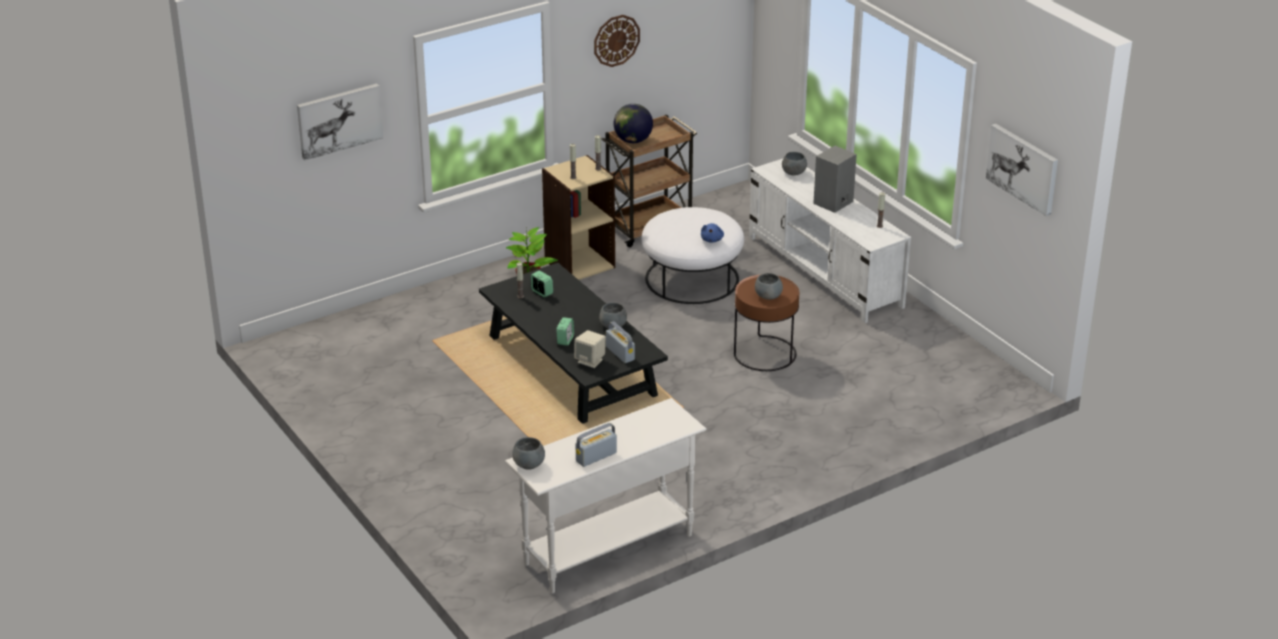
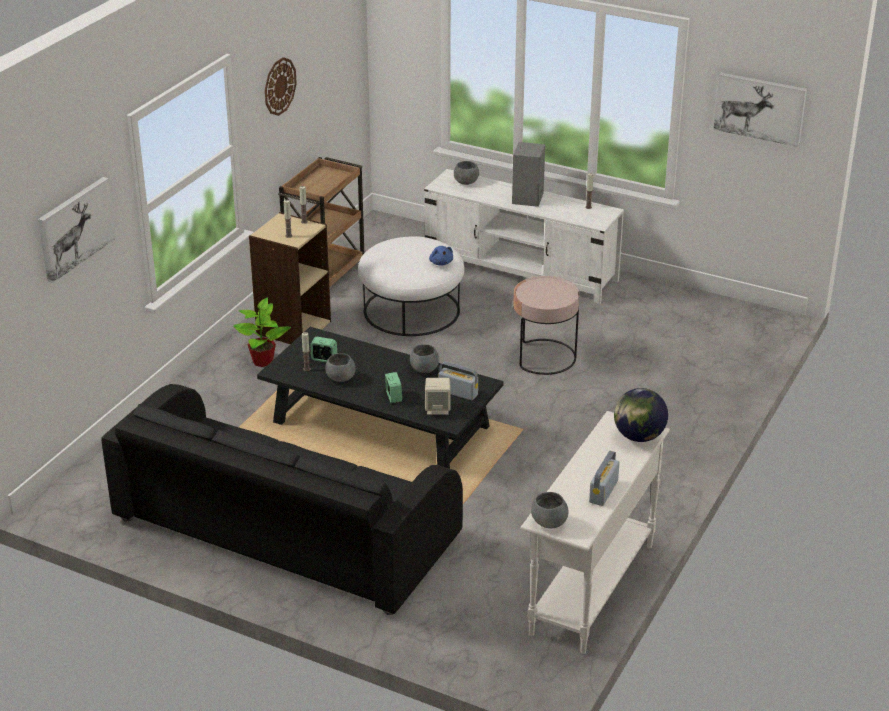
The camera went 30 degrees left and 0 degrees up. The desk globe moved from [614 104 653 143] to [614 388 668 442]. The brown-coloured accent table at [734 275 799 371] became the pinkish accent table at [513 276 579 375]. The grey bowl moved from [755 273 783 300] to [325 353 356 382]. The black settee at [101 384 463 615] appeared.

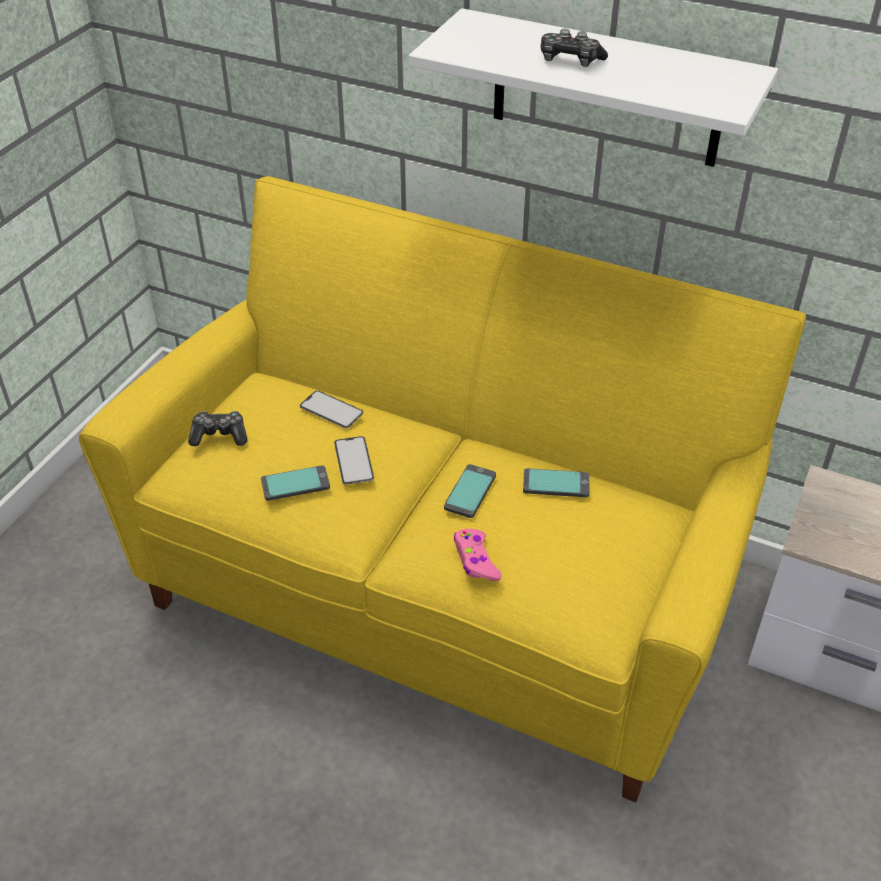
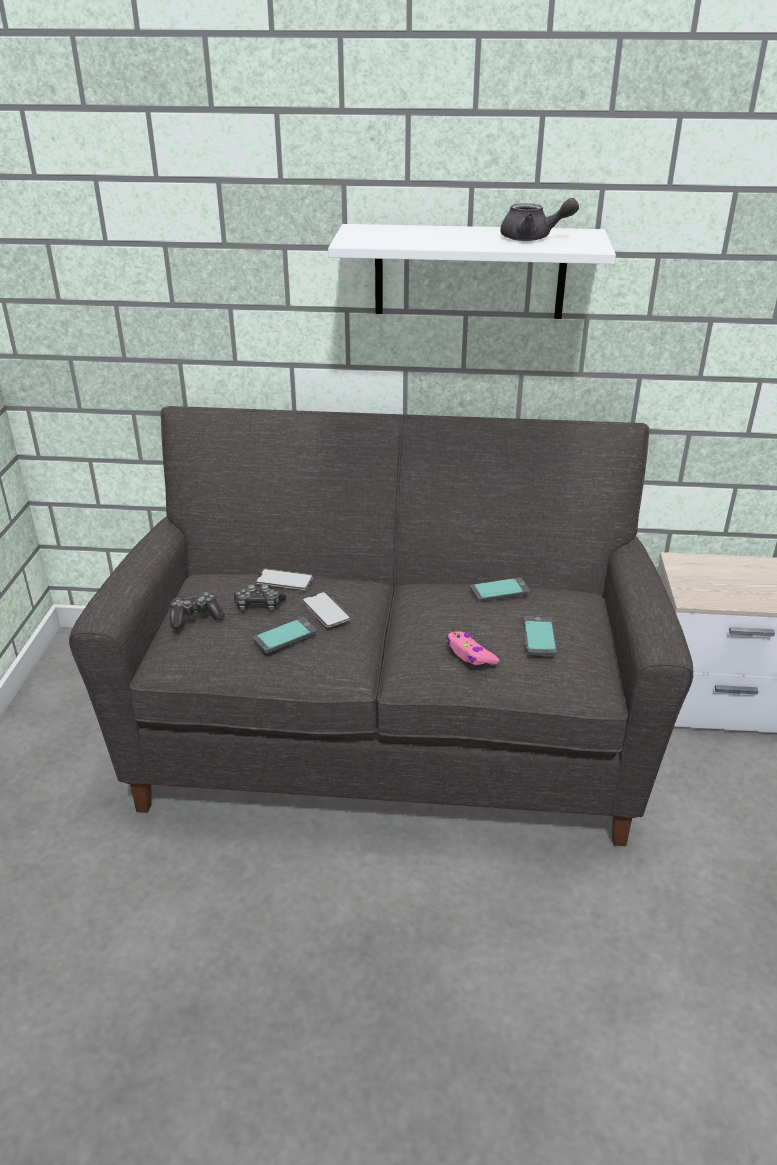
The camera went 20 degrees left and 10 degrees down. The yellow-coloured settee at [79 176 806 802] became the grey settee at [69 406 693 846]. The phone moved from [444 464 496 518] to [524 617 557 656]. The gamepad moved from [541 29 608 67] to [234 584 286 611]. The grey pot for tea at [500 198 579 241] appeared.

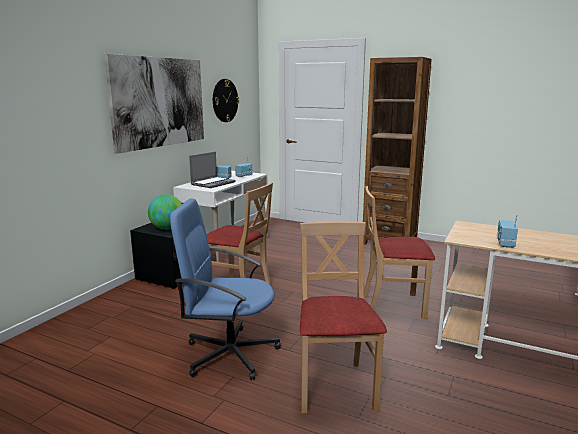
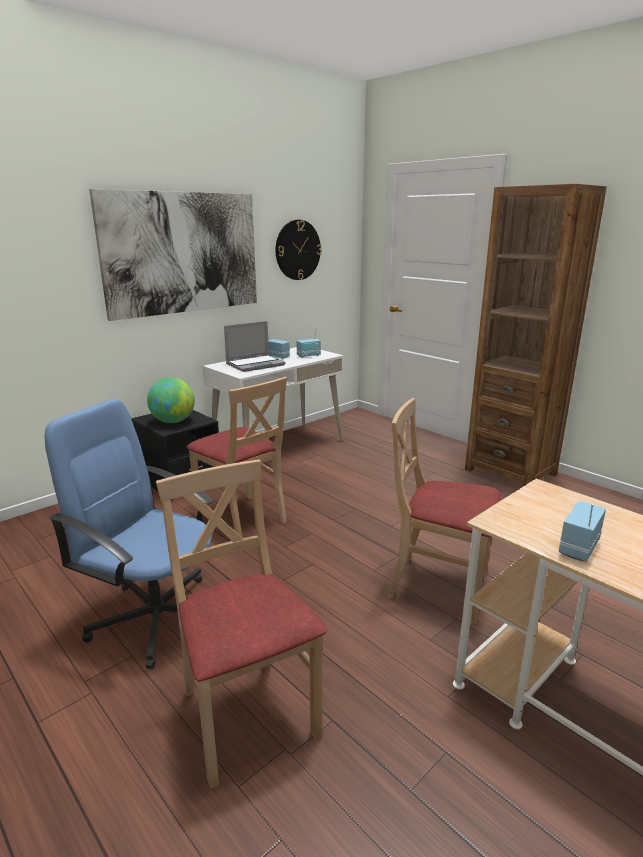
The camera went 20 degrees right and 5 degrees up. The beige-coloured chair at [300 222 387 413] turned 45 degrees counterclockwise.

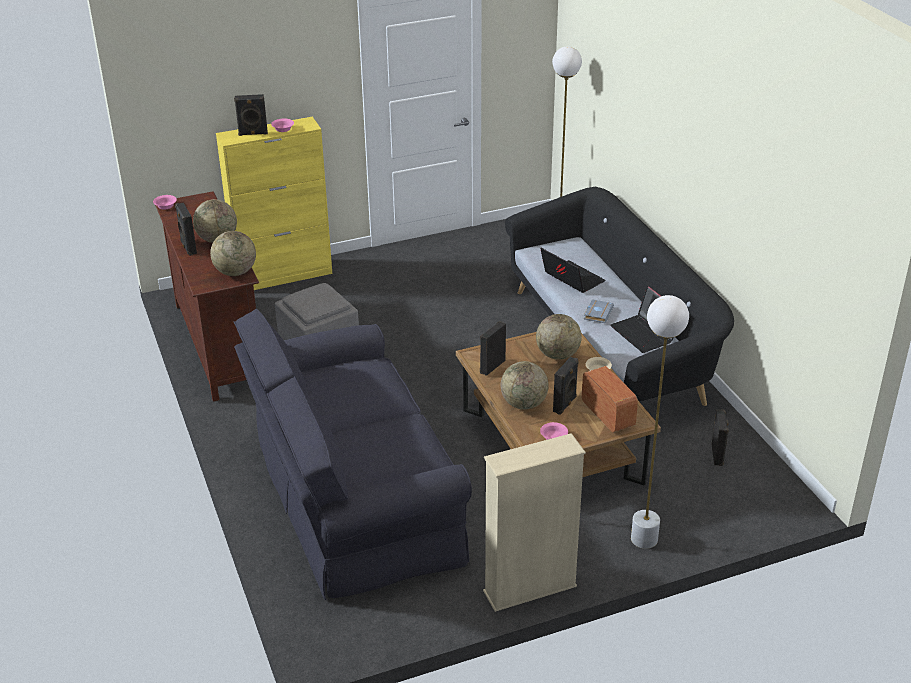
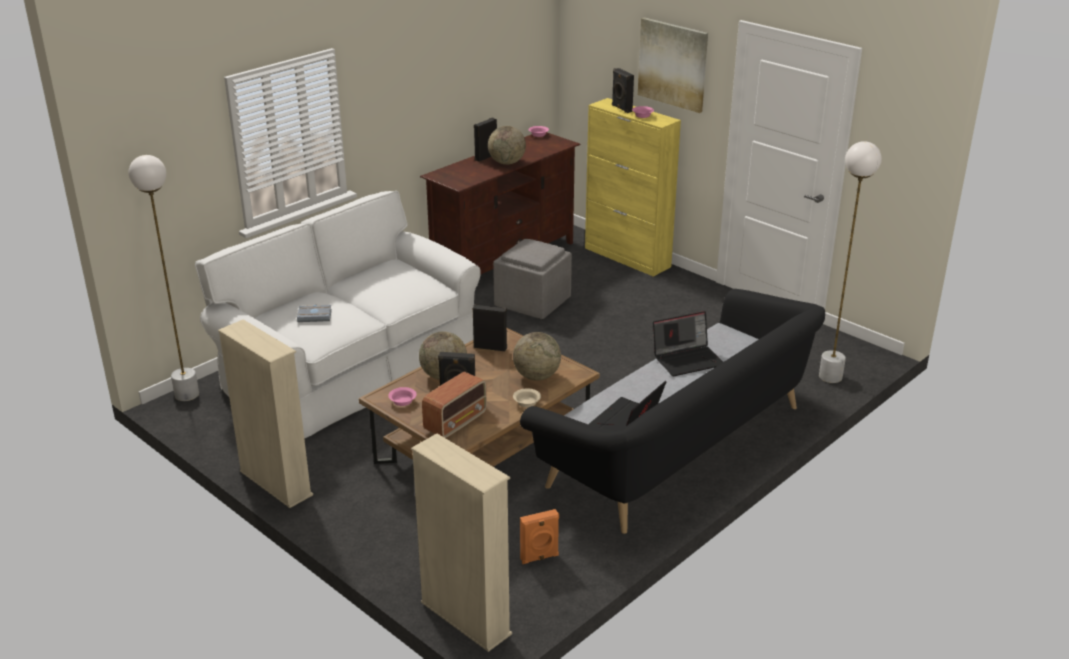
The camera went 65 degrees right and 5 degrees down. The desk globe at [210 231 256 276] disappeared. The black settee at [234 309 472 600] became the white-coloured settee at [195 191 481 439]. The notebook computer at [540 248 606 293] turned 45 degrees clockwise. The grey book moved from [584 299 614 323] to [297 305 332 322]. The white-coloured floor lamp moved from [631 295 689 549] to [128 155 199 401]. The black loudspeaker at [712 409 729 466] became the orange-coloured loudspeaker at [520 509 559 564]. The beige-coloured bookshelf at [411 434 512 652] appeared. The picture at [638 18 708 113] appeared.

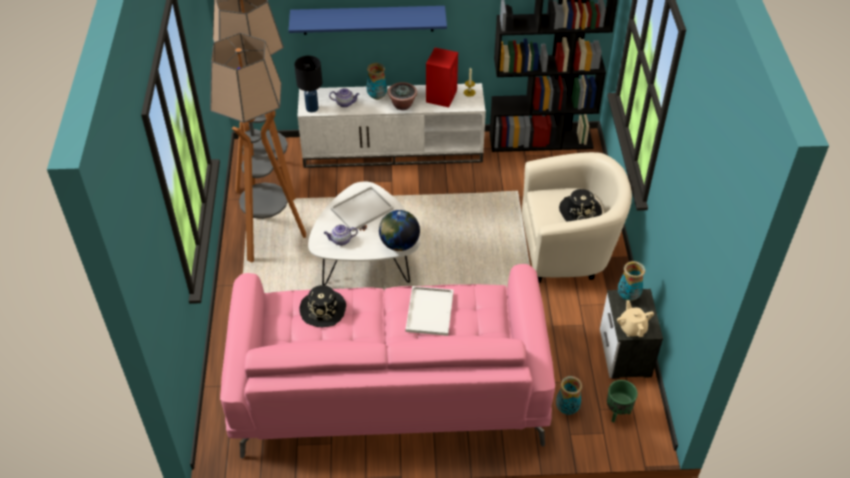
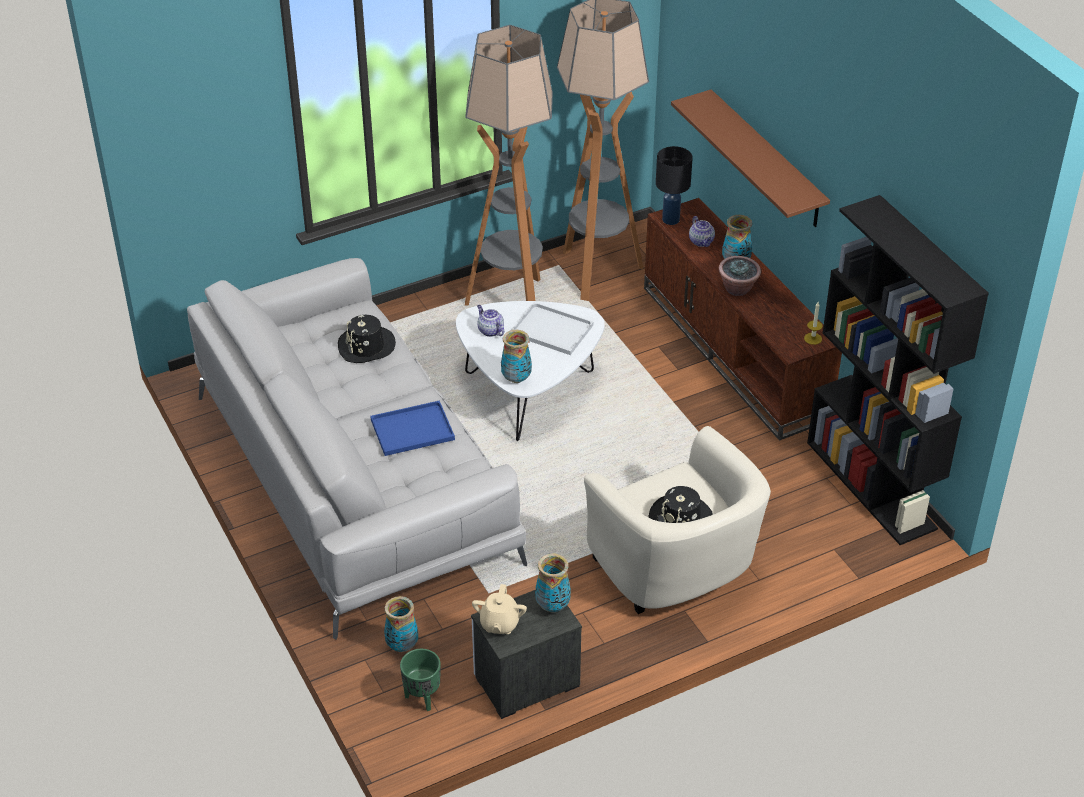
The camera went 65 degrees right and 5 degrees down. The pinkish settee at [220 264 555 458] became the grey settee at [187 258 527 639]. The blue bracket shelf at [288 6 447 35] became the brown-coloured bracket shelf at [671 89 830 227]. The white-coloured tv unit at [297 83 486 168] became the brown-coloured tv unit at [644 198 842 441]. The desk globe at [379 210 420 251] was replaced by the vase at [501 330 532 383]. The white-coloured carrying tray at [405 286 454 336] became the blue carrying tray at [370 401 455 456]. The red-coloured loudspeaker at [426 48 458 107] disappeared. The beige-coloured pot for tea at [617 300 654 337] turned 135 degrees clockwise.

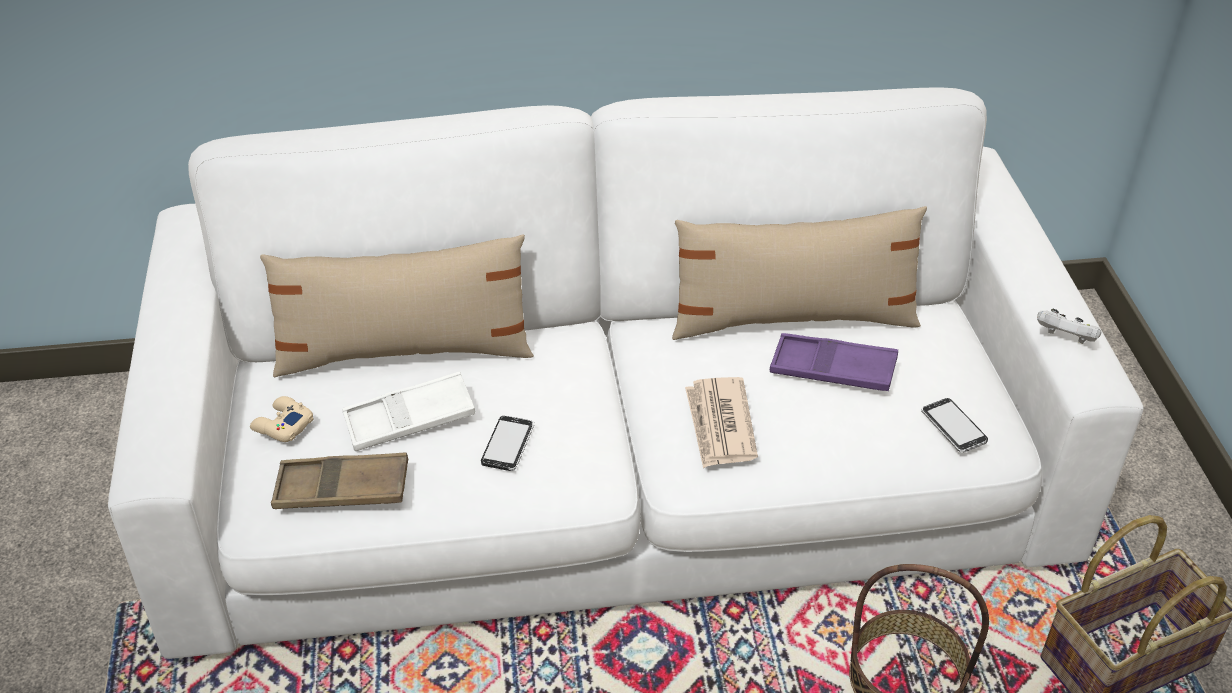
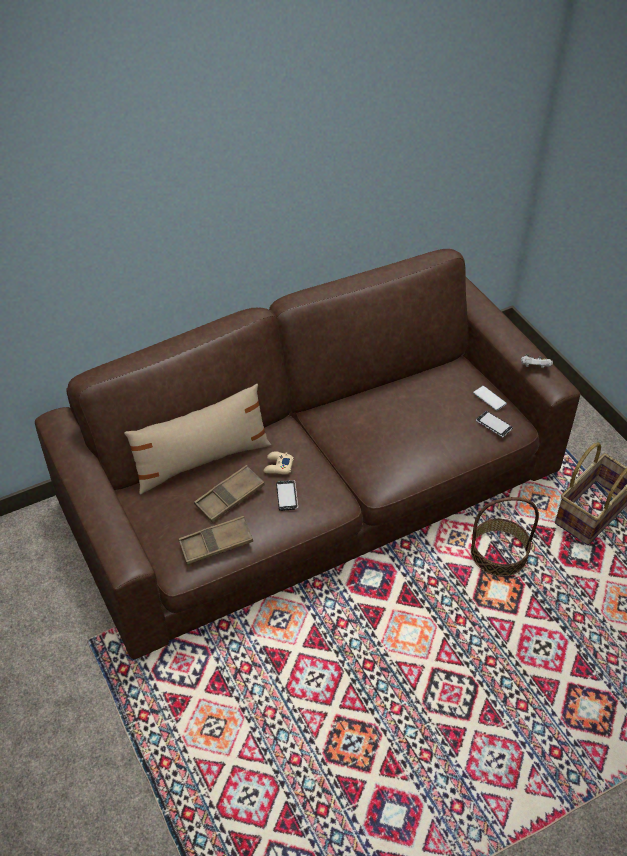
The camera went 20 degrees left and 5 degrees up. The white-coloured settee at [108 87 1143 659] became the brown-coloured settee at [35 249 580 659]. The beige-coloured gamepad moved from [250 396 314 442] to [264 451 294 475]. The white-coloured carrying tray at [342 372 475 451] became the brown-coloured carrying tray at [194 465 265 522]. The beige-coloured pillow at [672 206 927 340] disappeared. The printed paper at [685 377 758 468] disappeared. The purple carrying tray at [770 333 898 391] disappeared. The phone at [473 386 507 411] appeared.

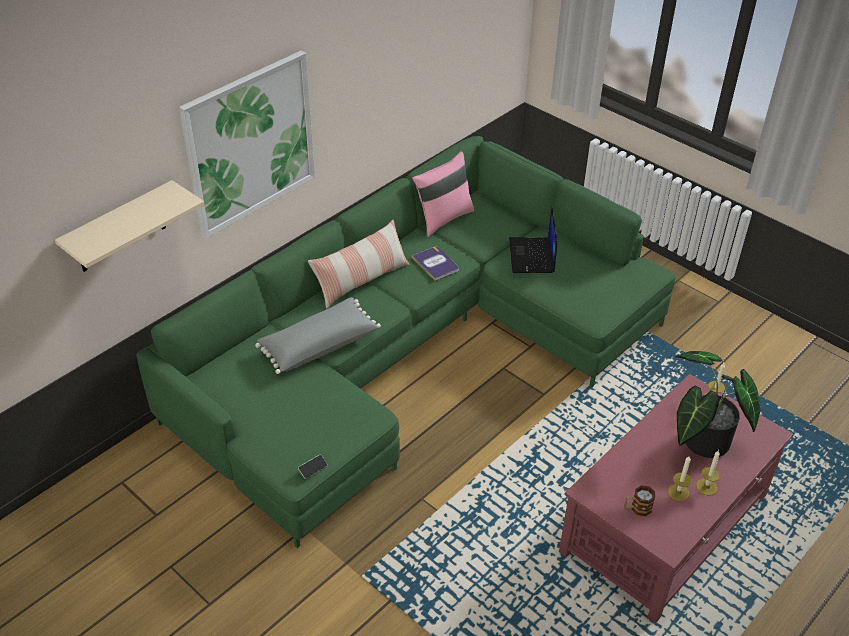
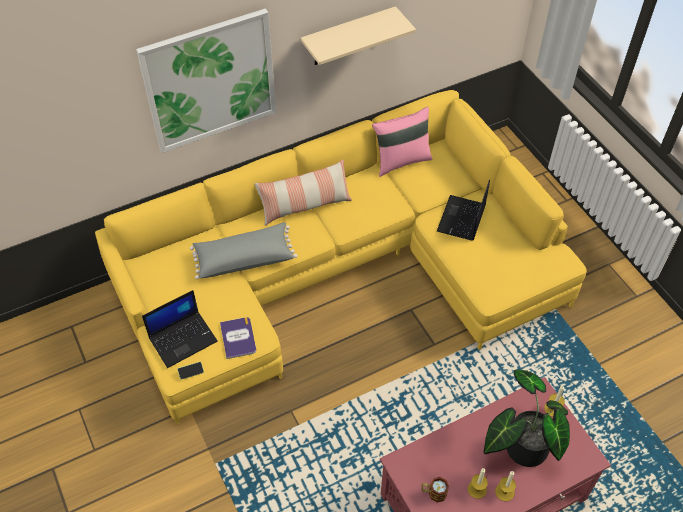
The camera went 20 degrees right and 10 degrees up. The beige-coloured bracket shelf moved from [55 180 204 272] to [300 6 416 65]. The greenish settee at [136 136 675 548] became the yellow-coloured settee at [95 90 586 424]. The book moved from [412 246 459 281] to [220 317 256 359]. The notebook computer at [142 290 218 368] appeared.

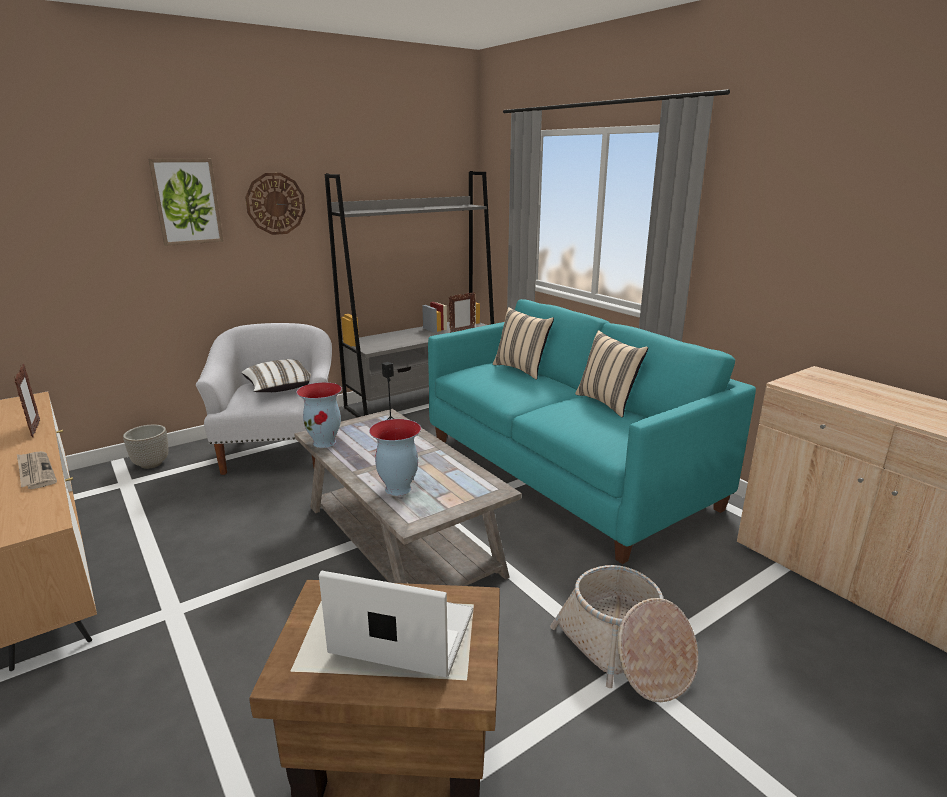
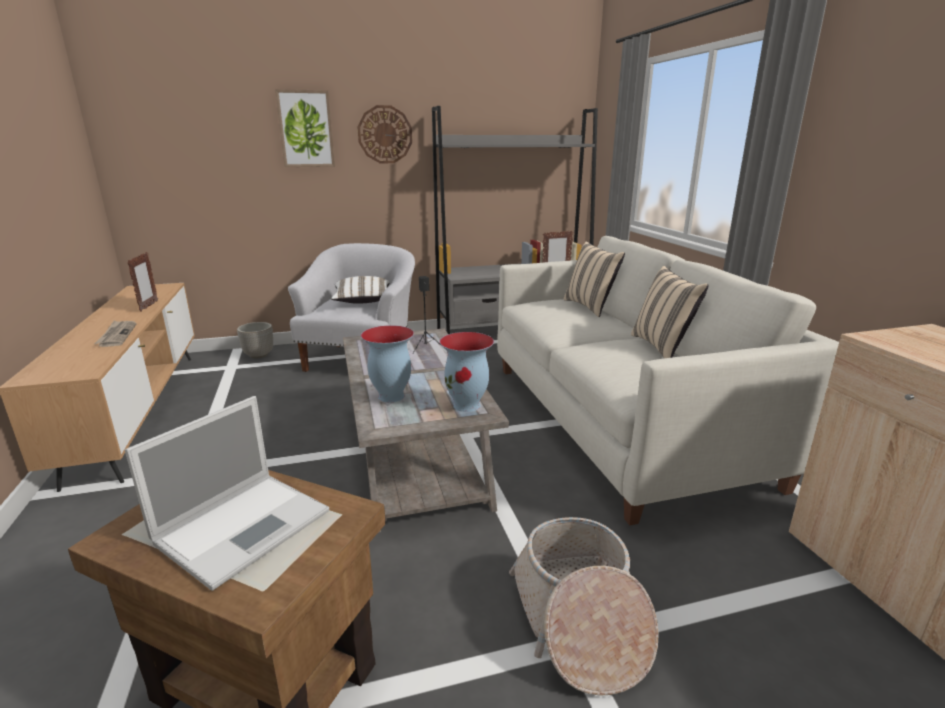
The camera went 20 degrees right and 0 degrees up. The vase moved from [296 382 342 448] to [439 332 494 412]. The notebook computer at [319 571 473 677] turned 90 degrees clockwise. The blue-green settee at [428 299 756 564] became the white-coloured settee at [497 236 839 525].

